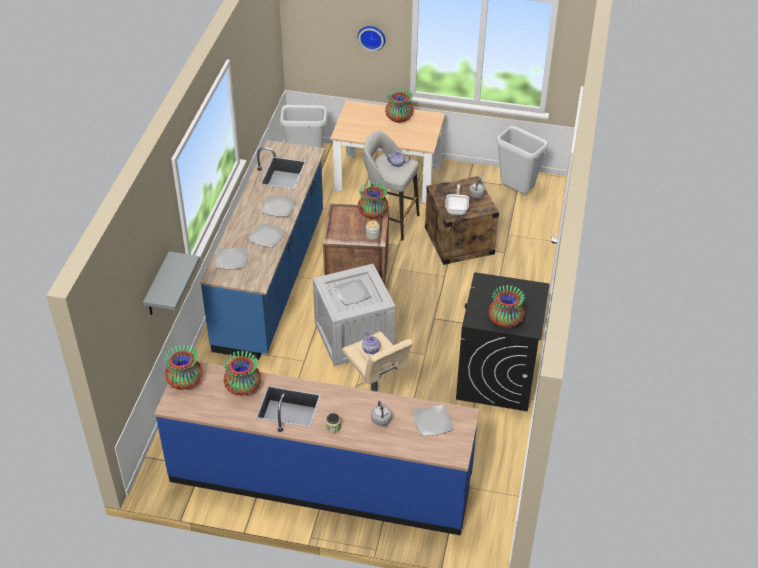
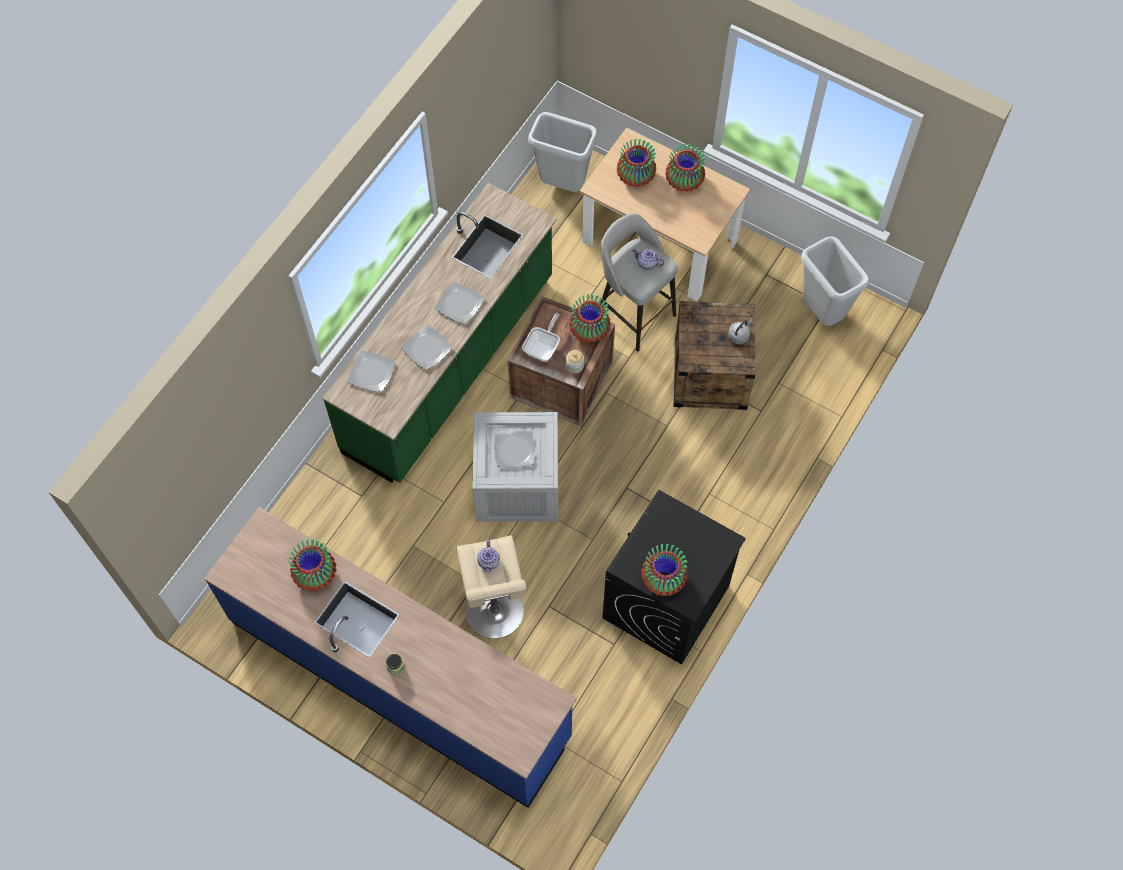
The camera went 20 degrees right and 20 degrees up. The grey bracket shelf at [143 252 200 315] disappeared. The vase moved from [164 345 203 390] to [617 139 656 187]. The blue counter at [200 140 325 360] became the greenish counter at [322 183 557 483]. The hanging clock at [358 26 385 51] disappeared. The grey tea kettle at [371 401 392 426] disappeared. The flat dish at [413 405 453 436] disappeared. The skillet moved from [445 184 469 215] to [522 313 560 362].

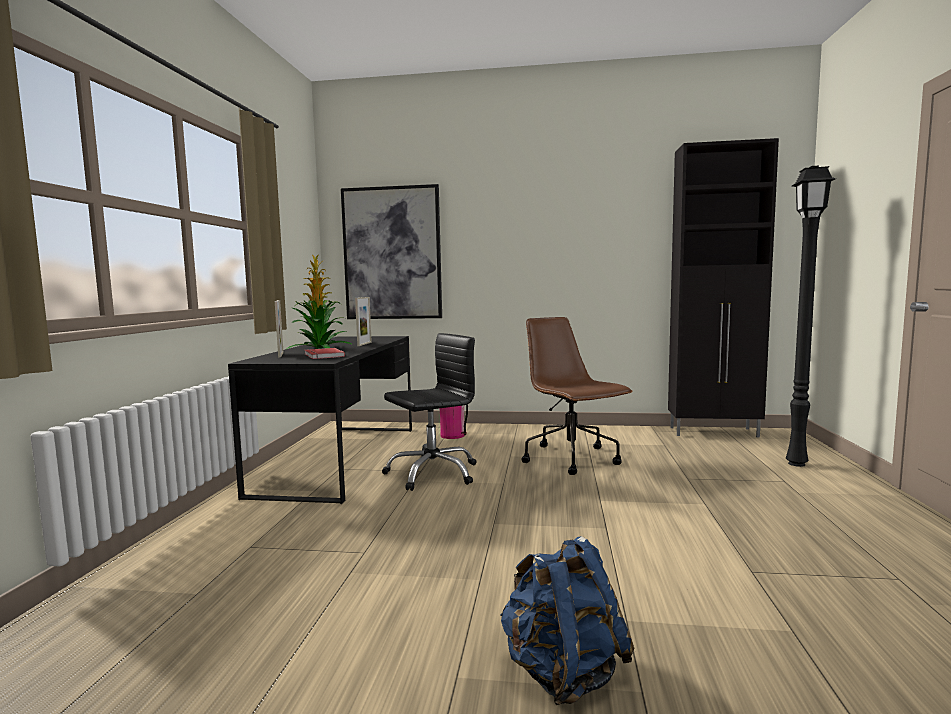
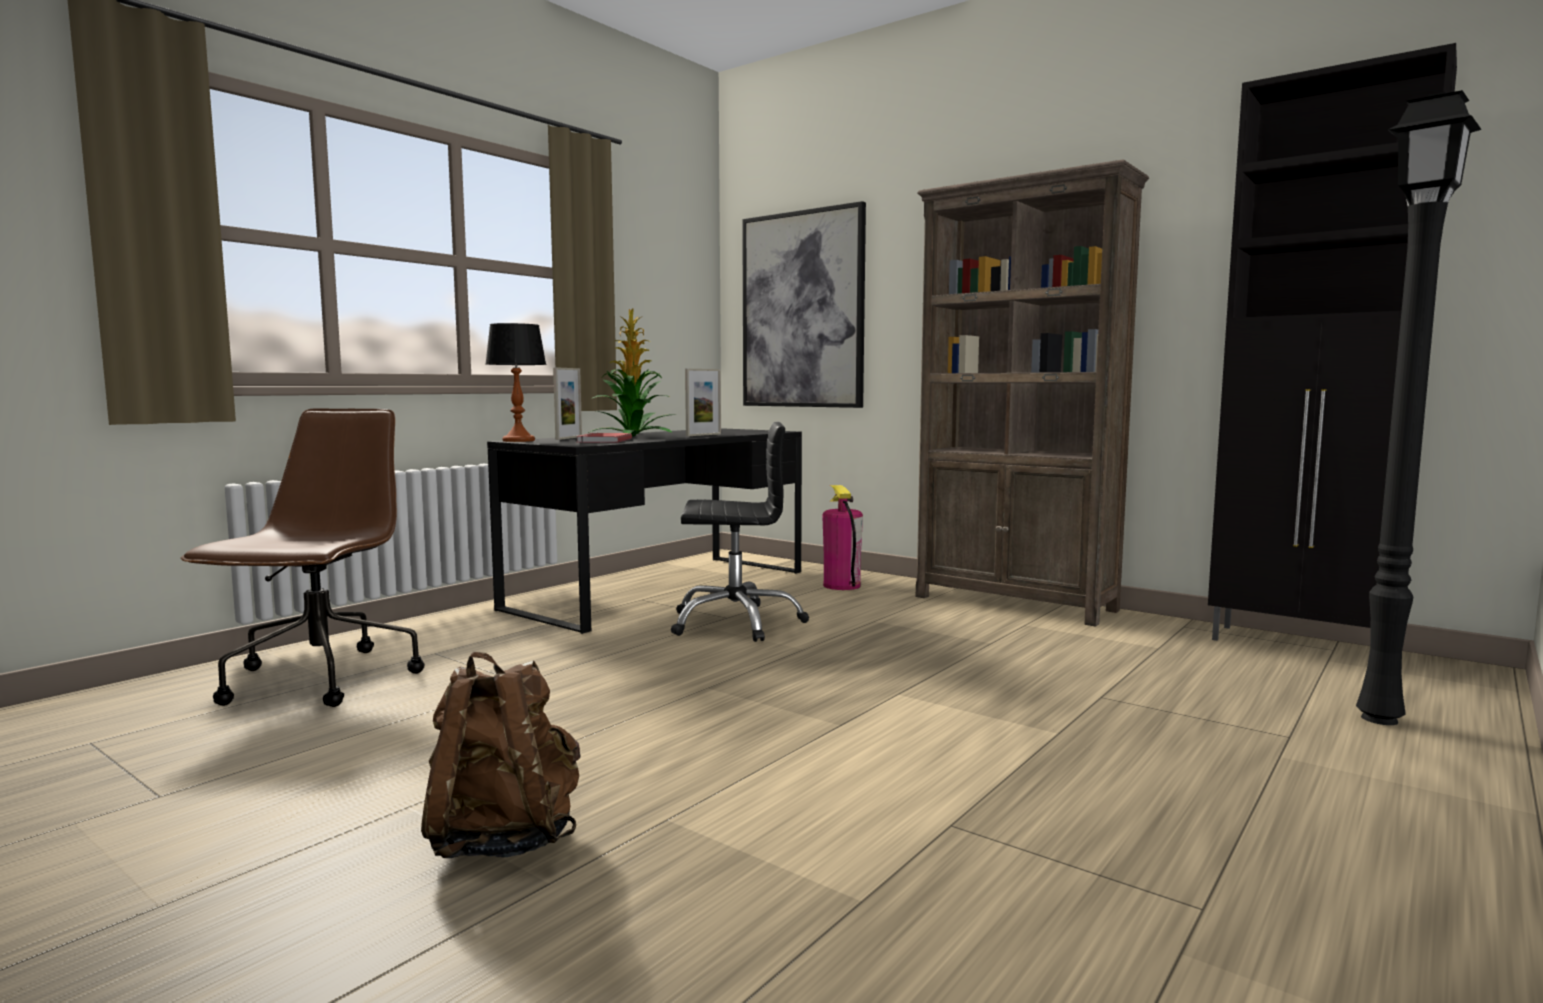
The camera went 30 degrees right and 0 degrees up. The blue rucksack at [500 536 634 705] became the brown-coloured rucksack at [421 652 581 858]. The brown-coloured office chair moved from [521 317 633 475] to [180 409 424 707]. The tabletop lamp at [485 323 546 442] appeared. The brown-coloured bookshelf at [916 160 1149 627] appeared.

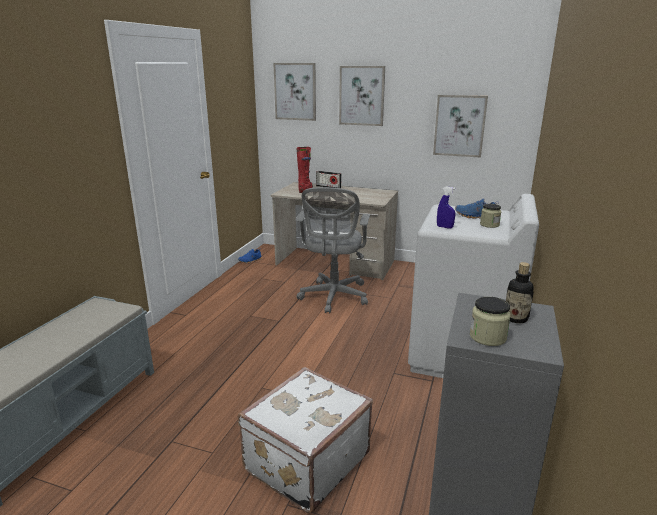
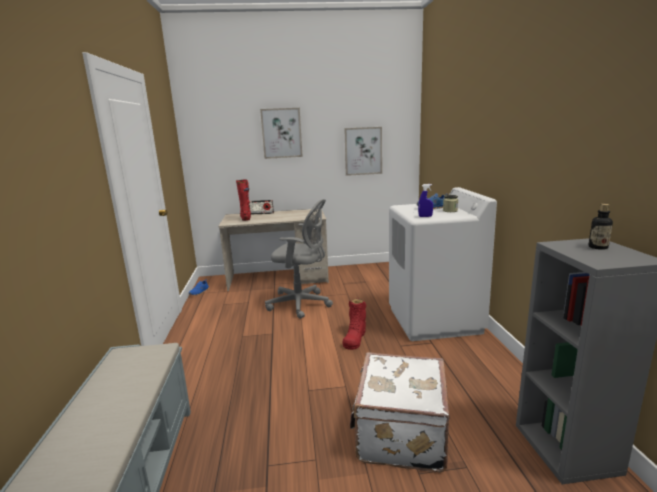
The camera went 25 degrees left and 5 degrees down. The picture at [273 63 316 121] disappeared. The grey office chair at [295 187 370 313] turned 60 degrees counterclockwise. The jar at [470 297 511 346] disappeared. The red-coloured boot at [342 298 366 350] appeared.

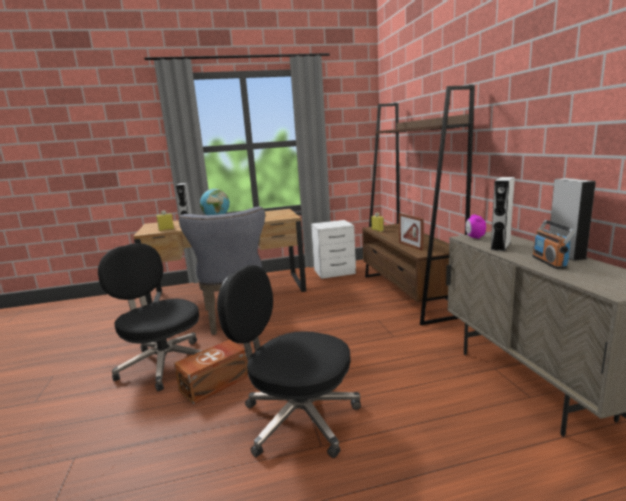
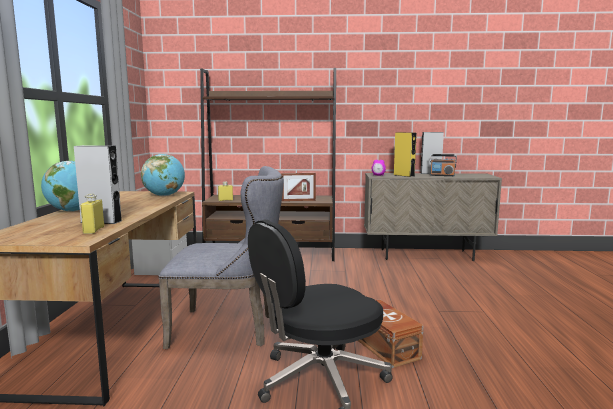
The camera went 75 degrees left and 5 degrees down. The black office chair at [217 265 361 458] disappeared. The white-coloured loudspeaker at [491 177 515 251] became the yellow-coloured loudspeaker at [394 132 417 177]. The desk globe at [141 154 185 196] appeared.

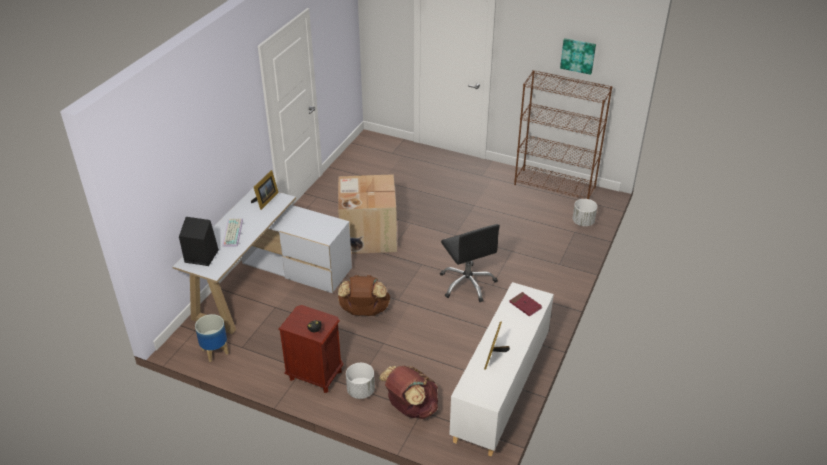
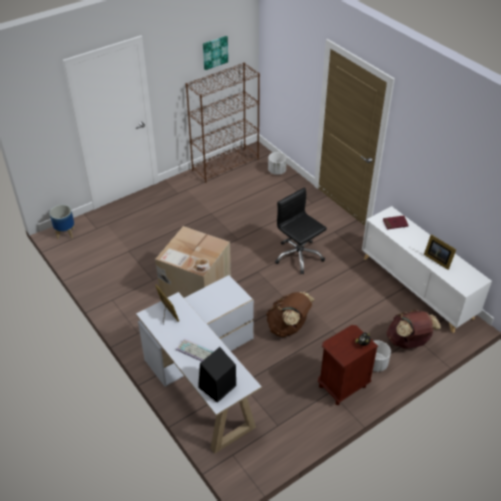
The camera went 60 degrees left and 5 degrees up. The planter moved from [195 314 229 362] to [50 205 75 239]. The black office chair at [440 224 500 302] turned 135 degrees counterclockwise.

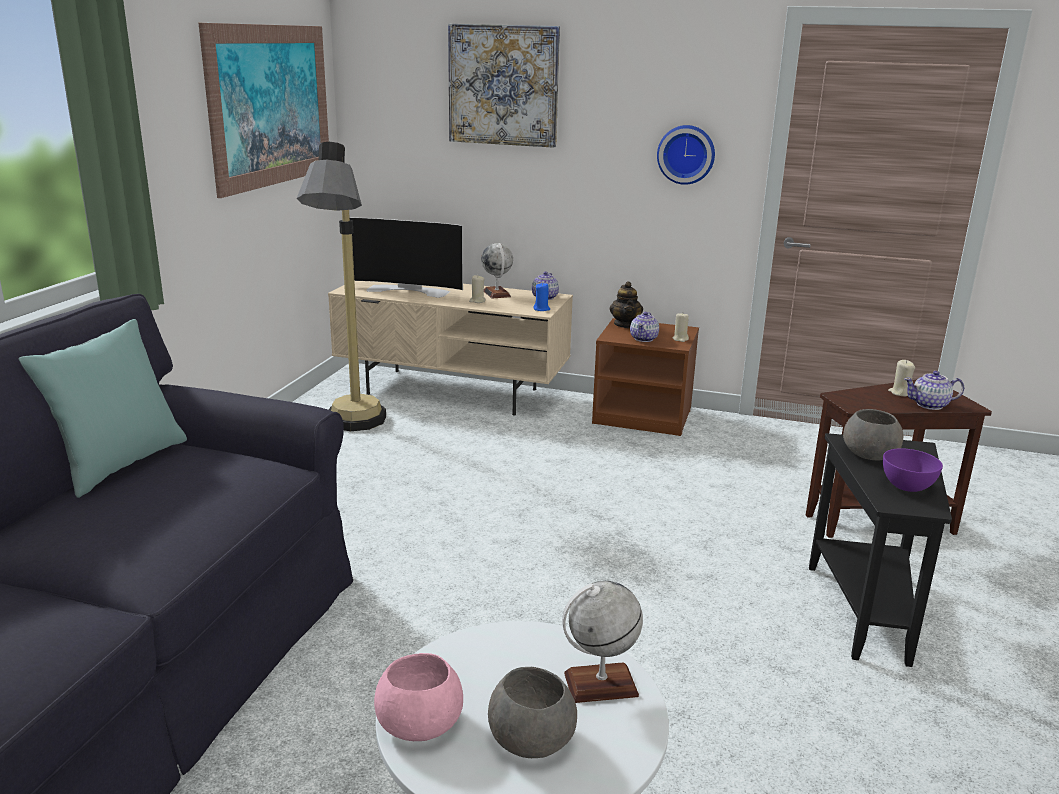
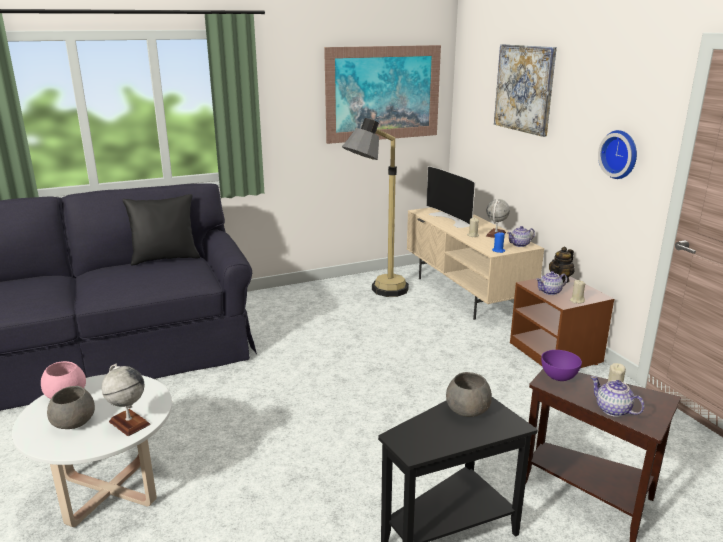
The camera went 50 degrees right and 0 degrees up. The blue-green pillow at [19 319 187 498] became the black pillow at [123 194 200 266]. The purple bowl moved from [883 448 943 492] to [541 350 582 381].

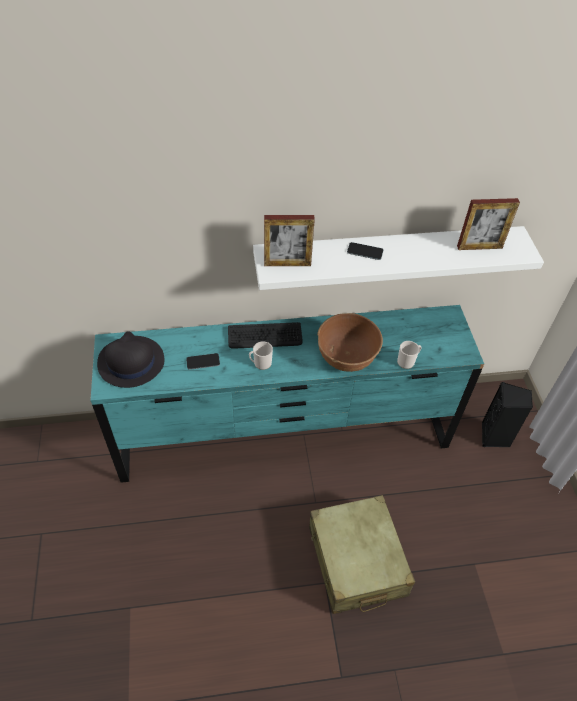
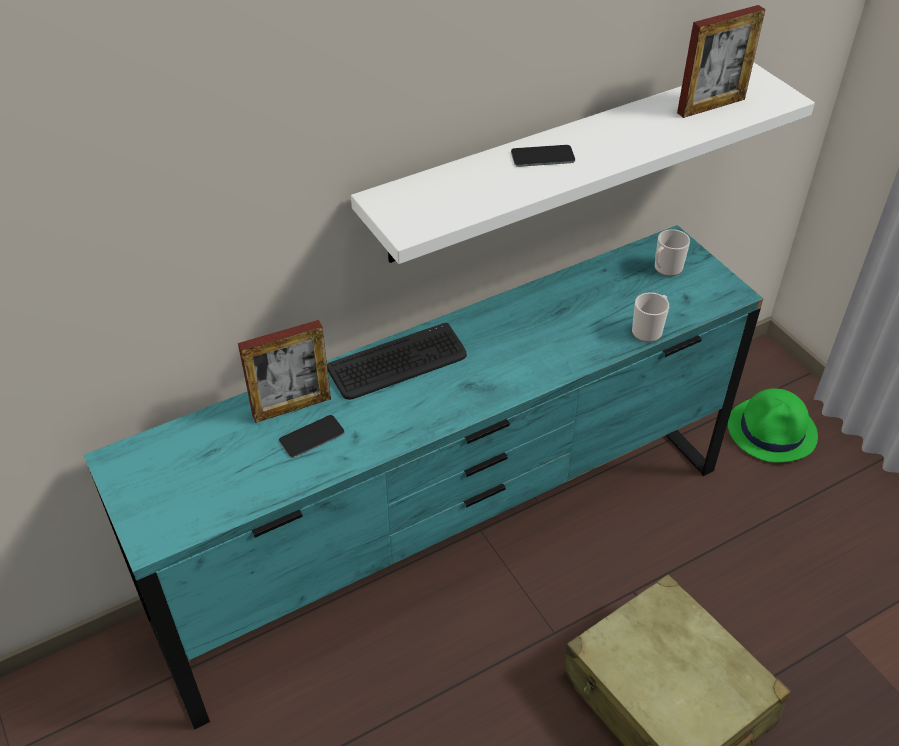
The camera went 20 degrees left and 5 degrees down. The black hat at [97 331 164 388] disappeared. The coffee mug moved from [249 341 273 370] to [655 229 690 276]. The picture frame moved from [264 215 315 266] to [238 320 331 423]. The brown-coloured bowl at [317 313 383 372] disappeared. The black loudspeaker at [482 382 533 447] was replaced by the greenish hat at [728 388 818 463].

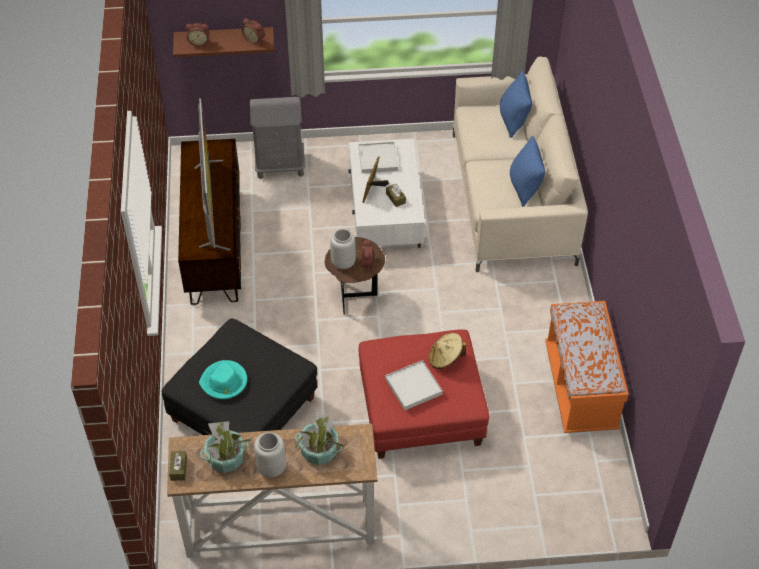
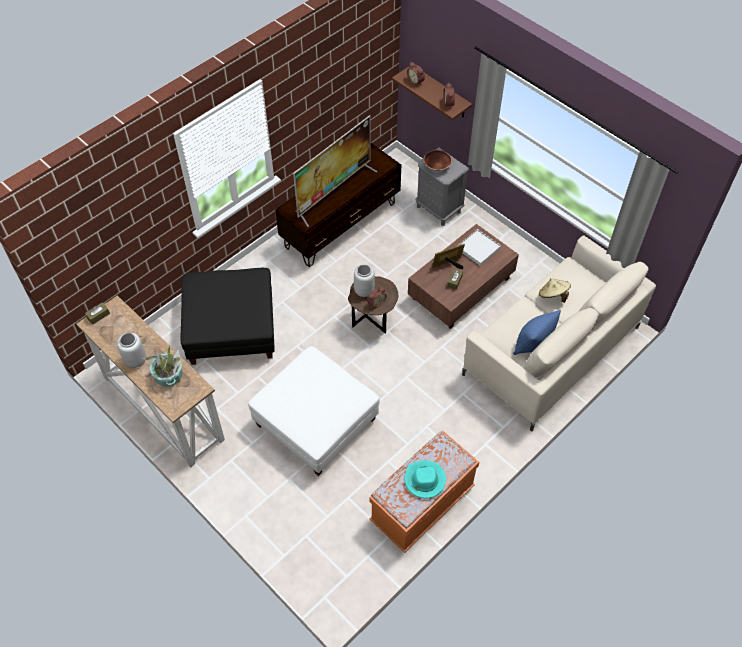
The camera went 50 degrees right and 5 degrees up. The blue-green hat moved from [199 360 247 399] to [404 460 446 499]. The potted plant at [200 421 252 473] disappeared. The white-coloured coffee table at [348 139 425 248] became the brown-coloured coffee table at [408 224 519 329]. The red-coloured ottoman at [359 329 489 459] became the white-coloured ottoman at [248 346 380 476]. The white-coloured carrying tray at [385 360 443 410] disappeared. The beige-coloured hat moved from [429 333 466 369] to [539 278 571 303]. The blue pillow at [500 70 532 138] disappeared. The brown-coloured bowl at [423 150 452 171] appeared.

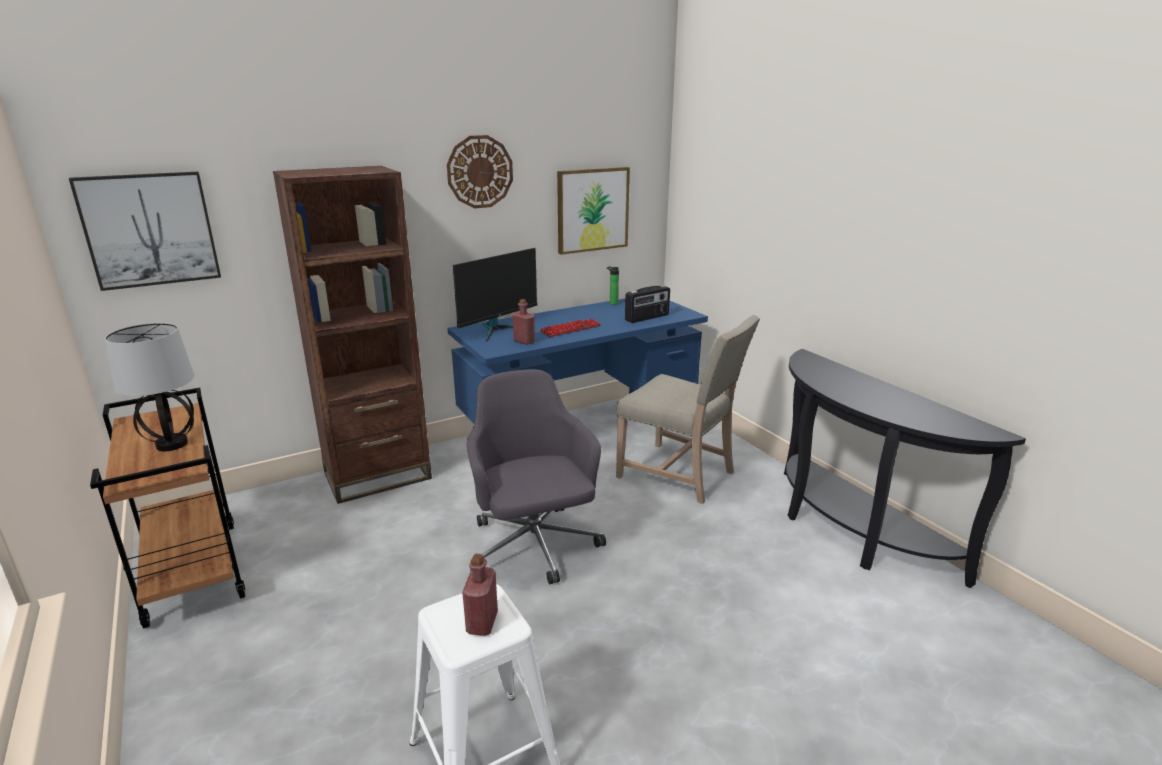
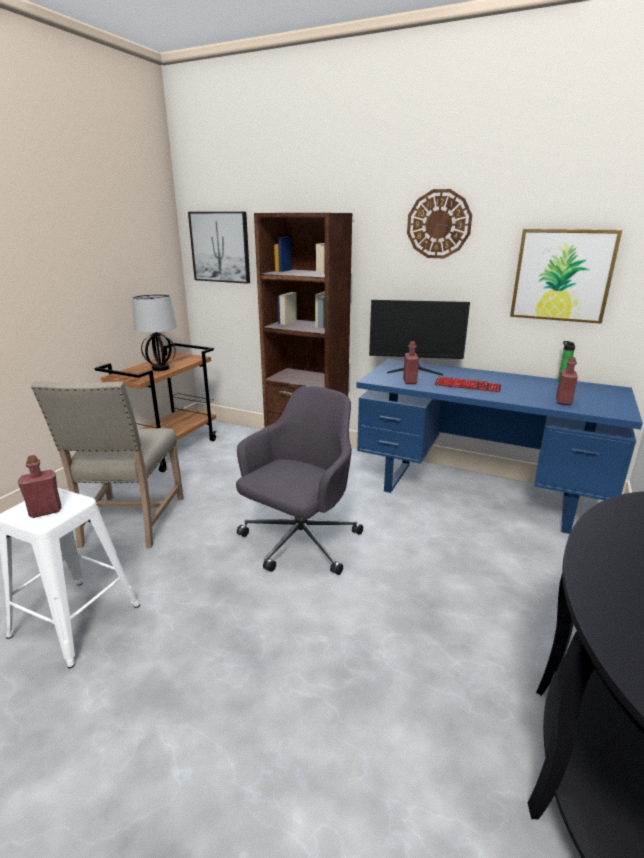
The camera went 55 degrees right and 0 degrees up. The beige-coloured chair moved from [616 315 760 504] to [31 381 184 548]. The radio at [625 285 670 323] was replaced by the red-coloured drink bottle at [556 357 578 405].

